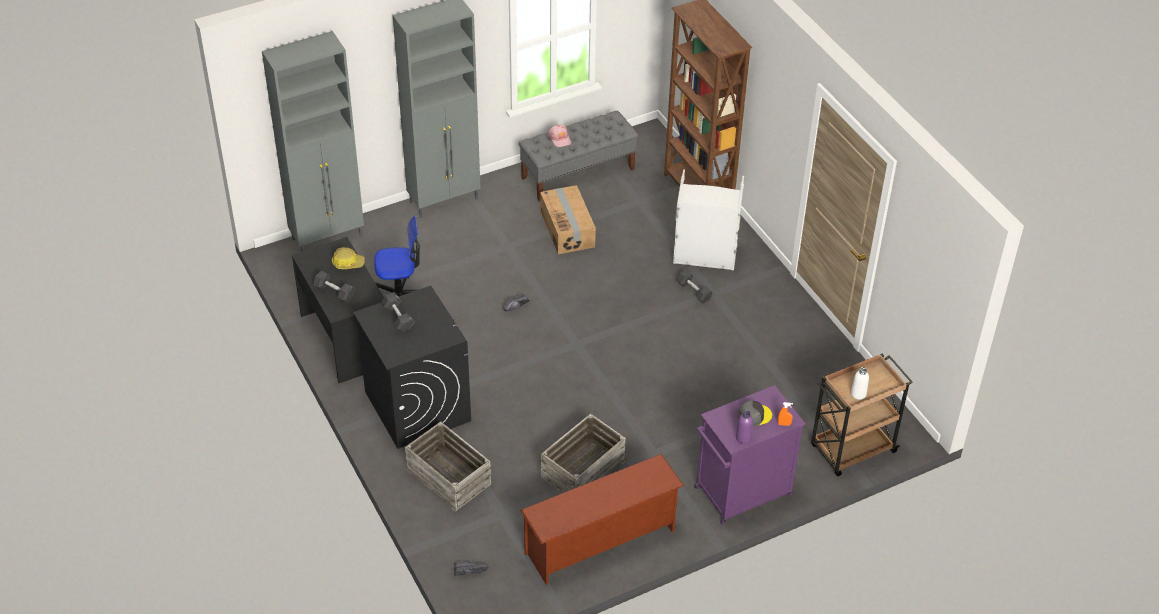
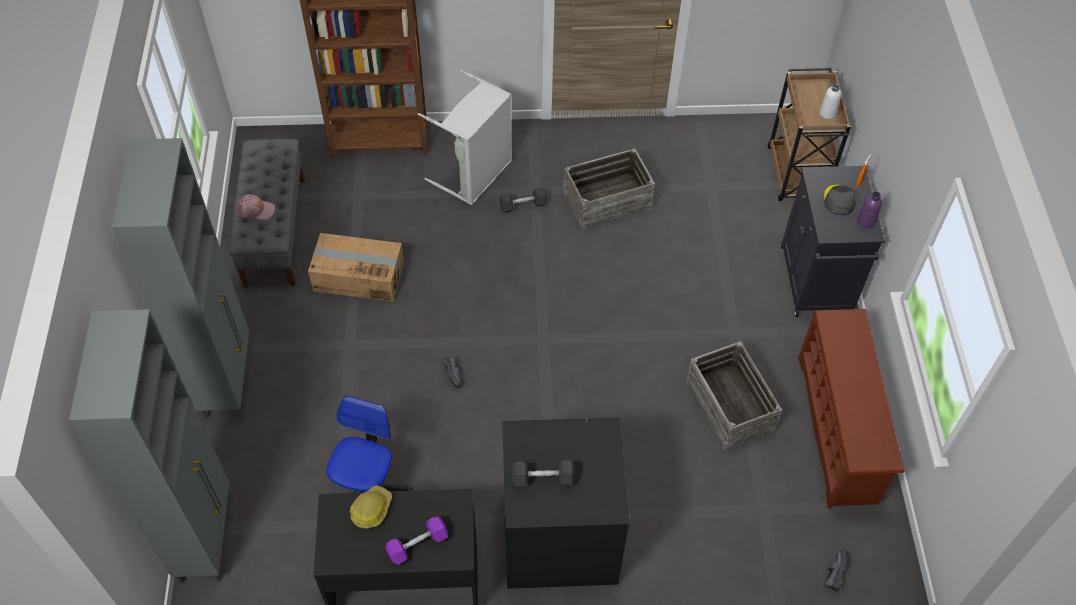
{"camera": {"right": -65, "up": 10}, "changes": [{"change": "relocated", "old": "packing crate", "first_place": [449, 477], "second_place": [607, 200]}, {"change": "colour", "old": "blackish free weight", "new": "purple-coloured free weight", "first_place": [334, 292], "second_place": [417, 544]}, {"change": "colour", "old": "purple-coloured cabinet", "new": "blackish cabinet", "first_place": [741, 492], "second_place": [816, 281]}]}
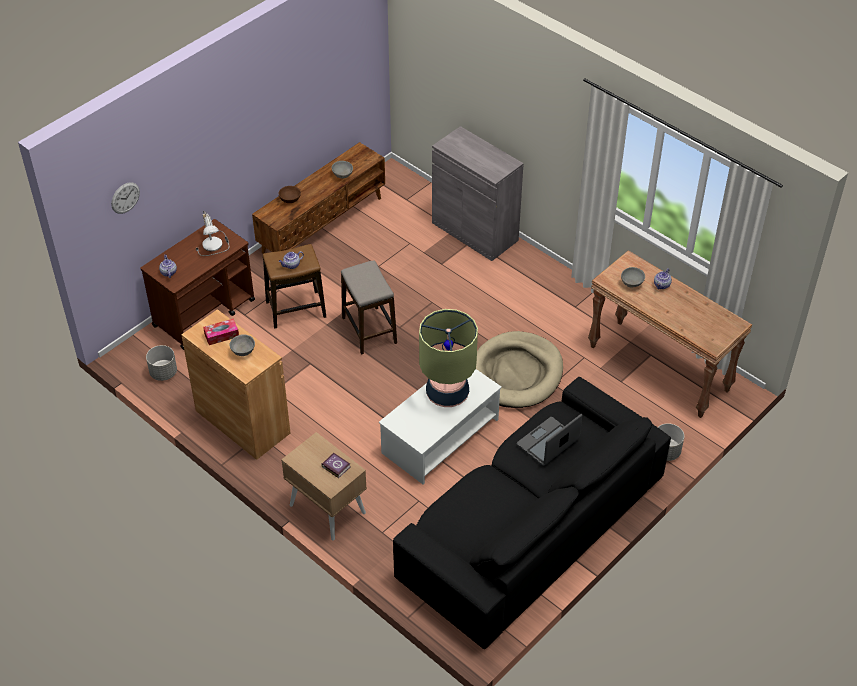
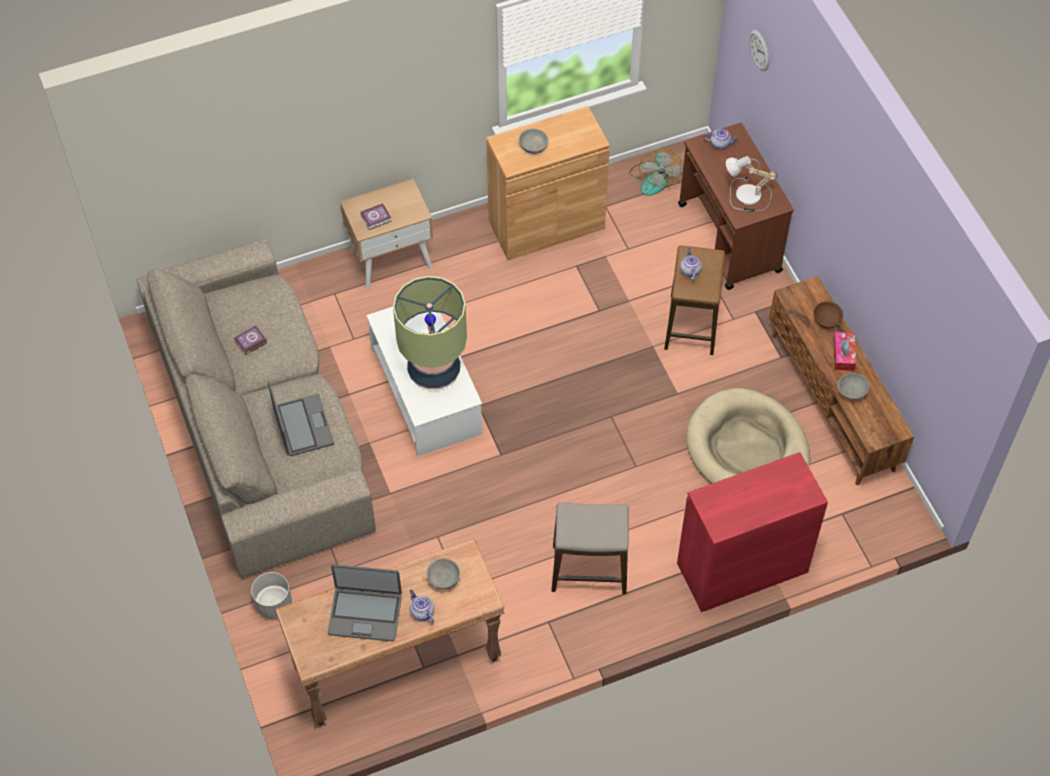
{"camera": {"right": 115, "up": 10}, "changes": [{"change": "appeared", "new": "bound book", "second_place": [250, 342]}, {"change": "appeared", "new": "laptop", "second_place": [365, 614]}, {"change": "relocated", "old": "tissue box", "first_place": [221, 335], "second_place": [843, 354]}, {"change": "relocated", "old": "sitting stool", "first_place": [369, 330], "second_place": [589, 570]}, {"change": "relocated", "old": "beige dog bed", "first_place": [516, 373], "second_place": [747, 449]}, {"change": "exchanged", "old": "greyish flower pot", "new": "cooling fan", "first_place": [163, 372], "second_place": [654, 178]}, {"change": "colour", "old": "blackish couch", "new": "beige couch", "first_place": [530, 525], "second_place": [262, 423]}, {"change": "colour", "old": "greyish cabinet", "new": "reddish cabinet", "first_place": [474, 231], "second_place": [742, 568]}]}
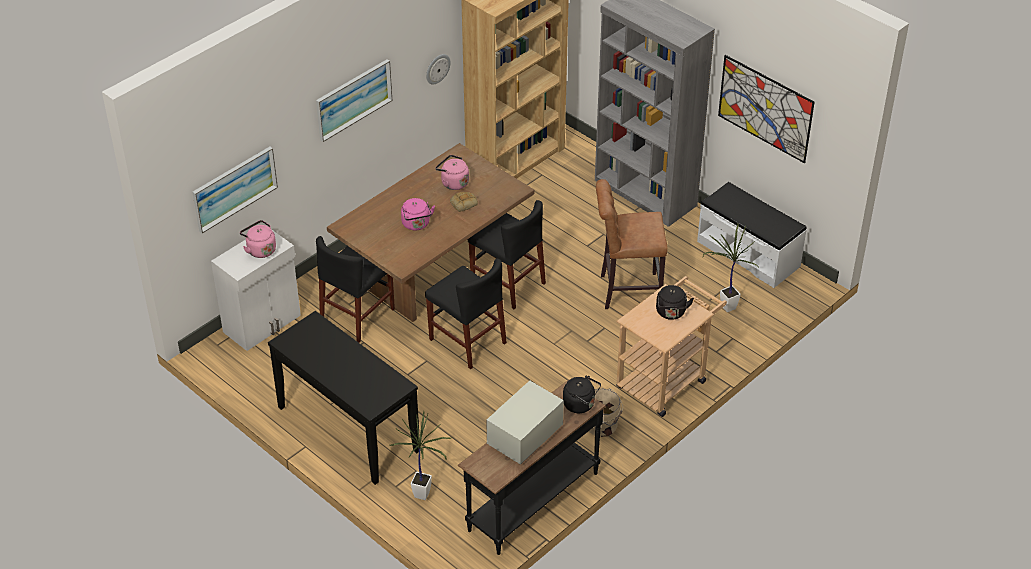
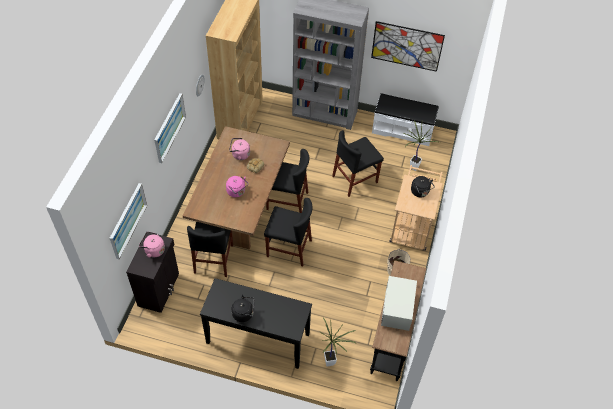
{"camera": {"right": -30, "up": 10}, "changes": [{"change": "relocated", "old": "blackish water kettle", "first_place": [581, 405], "second_place": [244, 314]}, {"change": "exchanged", "old": "brownish sitting stool", "new": "blackish upright chair", "first_place": [626, 291], "second_place": [355, 179]}, {"change": "colour", "old": "white cabinet", "new": "blackish cabinet", "first_place": [263, 324], "second_place": [159, 289]}]}
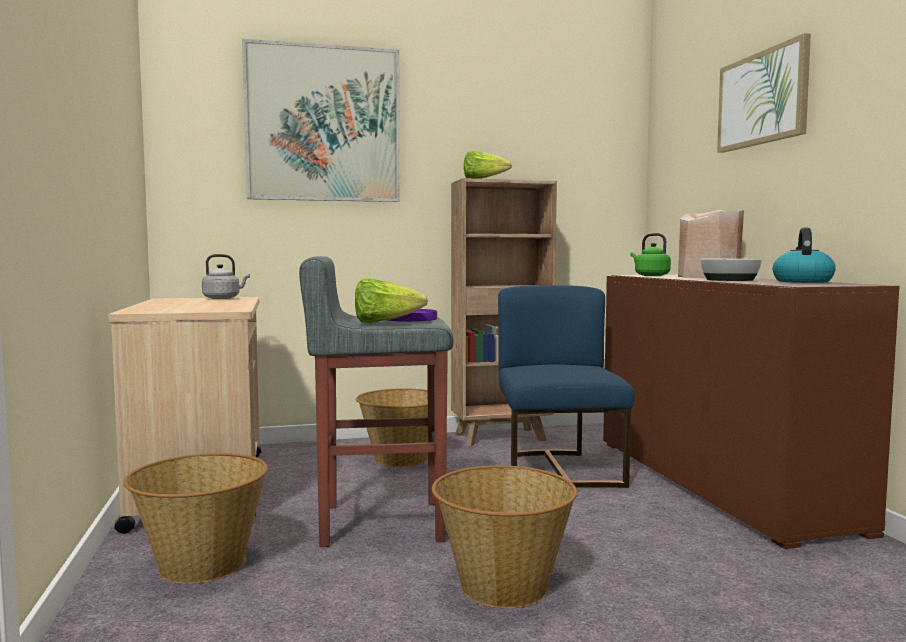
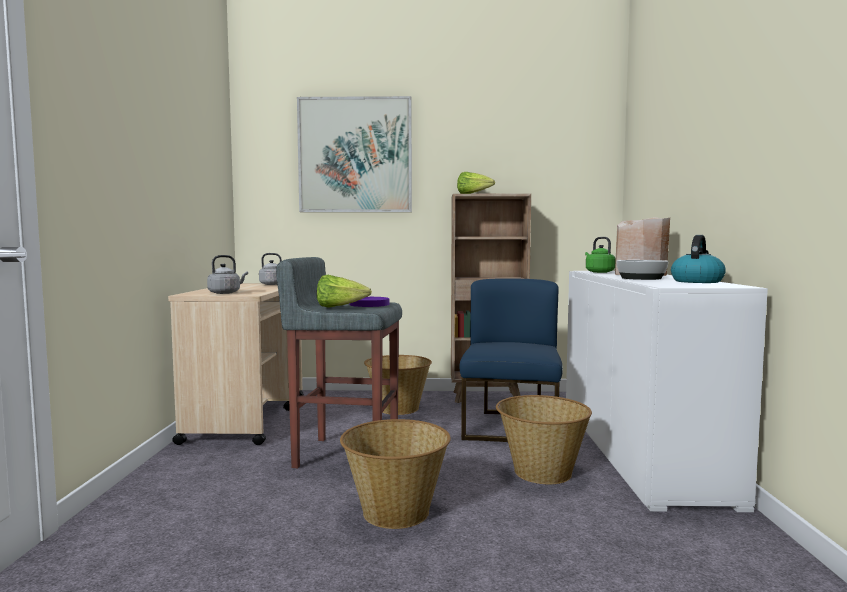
{"camera": {"right": 15, "up": 0}, "changes": [{"change": "missing", "old": "wall art", "first_place": [762, 98]}, {"change": "appeared", "new": "greyish water kettle", "second_place": [226, 293]}, {"change": "relocated", "old": "basket", "first_place": [201, 564], "second_place": [541, 472]}, {"change": "colour", "old": "brownish cabinet", "new": "white cabinet", "first_place": [716, 482], "second_place": [638, 449]}]}
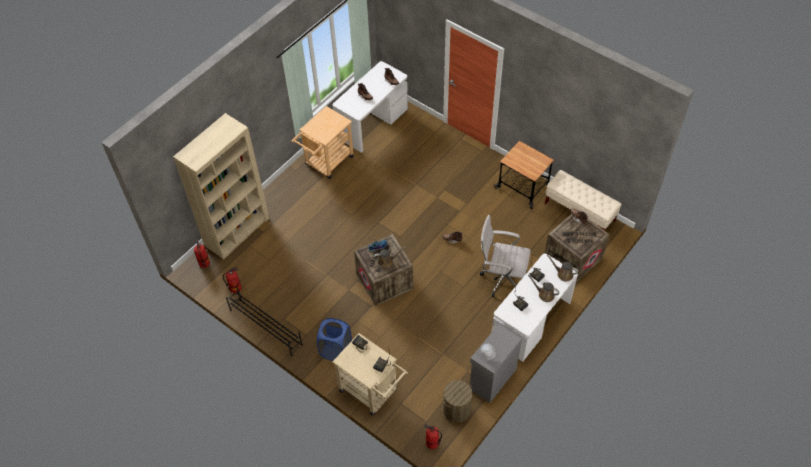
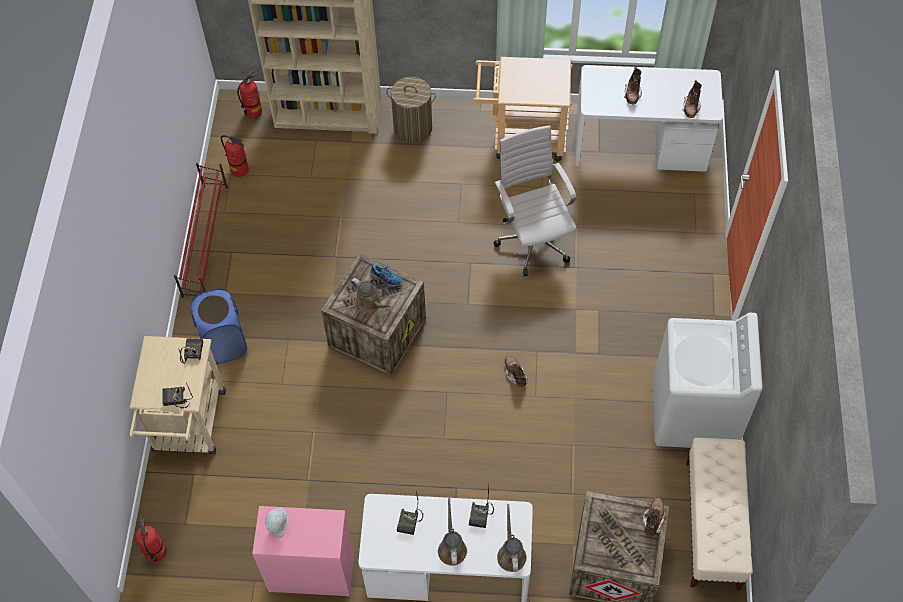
{"camera": {"right": 55, "up": 5}, "changes": [{"change": "relocated", "old": "washing basket", "first_place": [456, 410], "second_place": [413, 128]}, {"change": "relocated", "old": "white office chair", "first_place": [501, 278], "second_place": [532, 240]}, {"change": "exchanged", "old": "trolley", "new": "white washing machine", "first_place": [523, 187], "second_place": [694, 413]}, {"change": "colour", "old": "blackish shoe stand", "new": "reddish shoe stand", "first_place": [265, 326], "second_place": [205, 240]}, {"change": "colour", "old": "greyish cabinet", "new": "pink cabinet", "first_place": [492, 379], "second_place": [311, 571]}]}
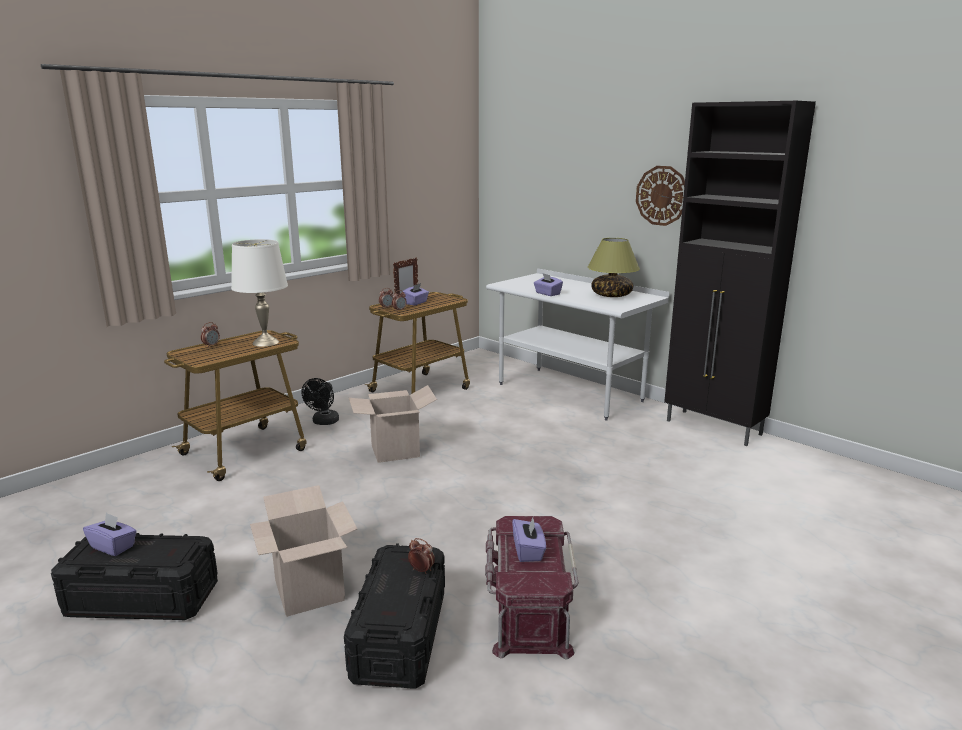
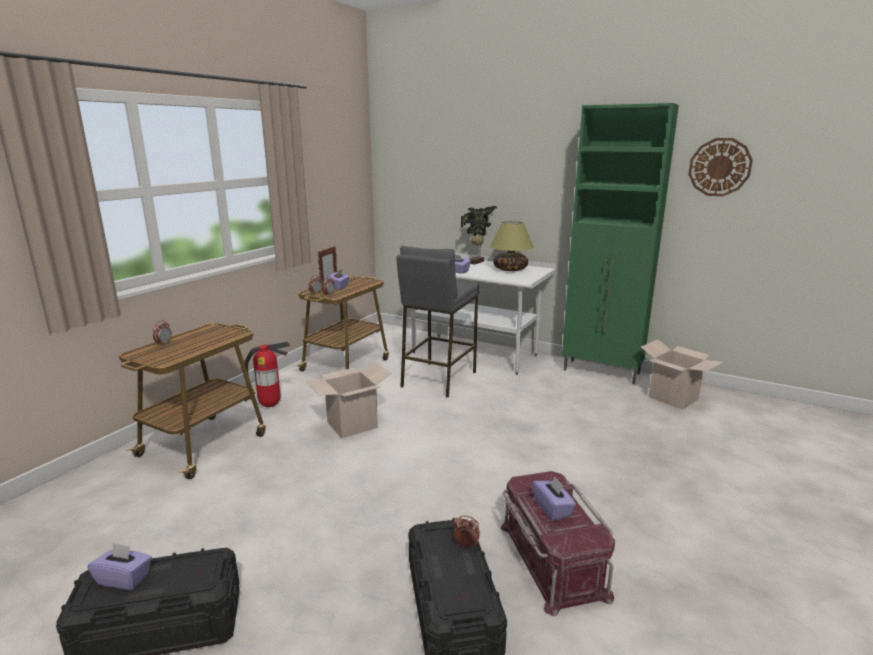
{"camera": {"right": -15, "up": 0}, "changes": [{"change": "missing", "old": "white tabletop lamp", "first_place": [265, 342]}, {"change": "appeared", "new": "greyish sitting stool", "second_place": [438, 379]}, {"change": "appeared", "new": "houseplant", "second_place": [477, 262]}, {"change": "relocated", "old": "packing box", "first_place": [309, 591], "second_place": [673, 398]}, {"change": "relocated", "old": "wall clock", "first_place": [662, 195], "second_place": [719, 167]}, {"change": "exchanged", "old": "blackish cooling fan", "new": "fire-fighting cylinder", "first_place": [324, 422], "second_place": [270, 405]}, {"change": "colour", "old": "blackish cabinet", "new": "green cabinet", "first_place": [714, 428], "second_place": [602, 372]}]}
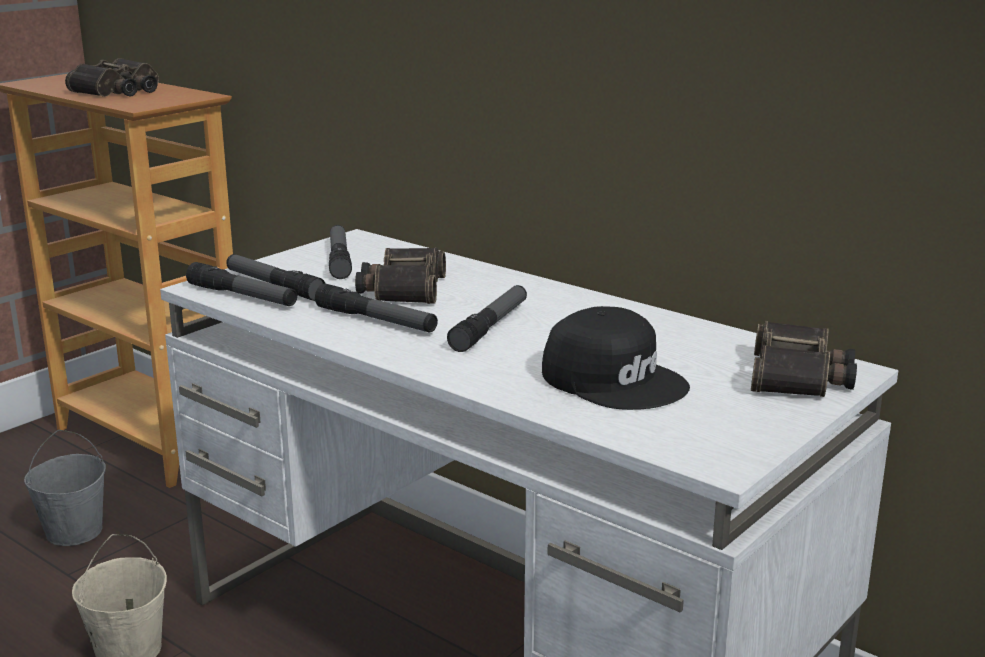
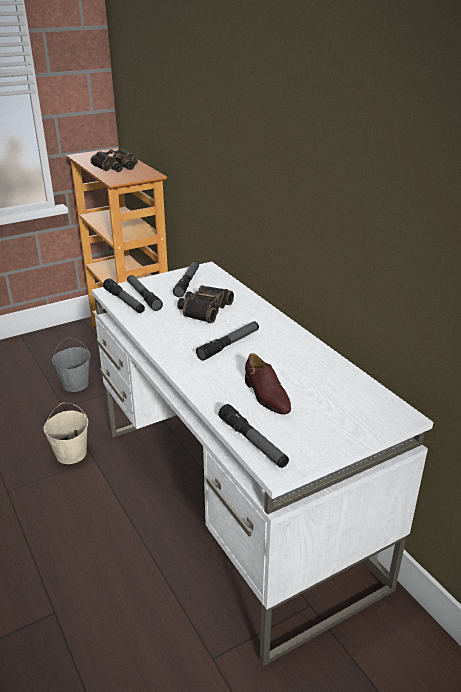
{"camera": {"right": 20, "up": 10}, "changes": [{"change": "missing", "old": "pair of binoculars", "first_place": [799, 376]}, {"change": "relocated", "old": "torch", "first_place": [376, 320], "second_place": [252, 442]}, {"change": "exchanged", "old": "blackish cap", "new": "brownish low shoe", "first_place": [614, 379], "second_place": [266, 396]}]}
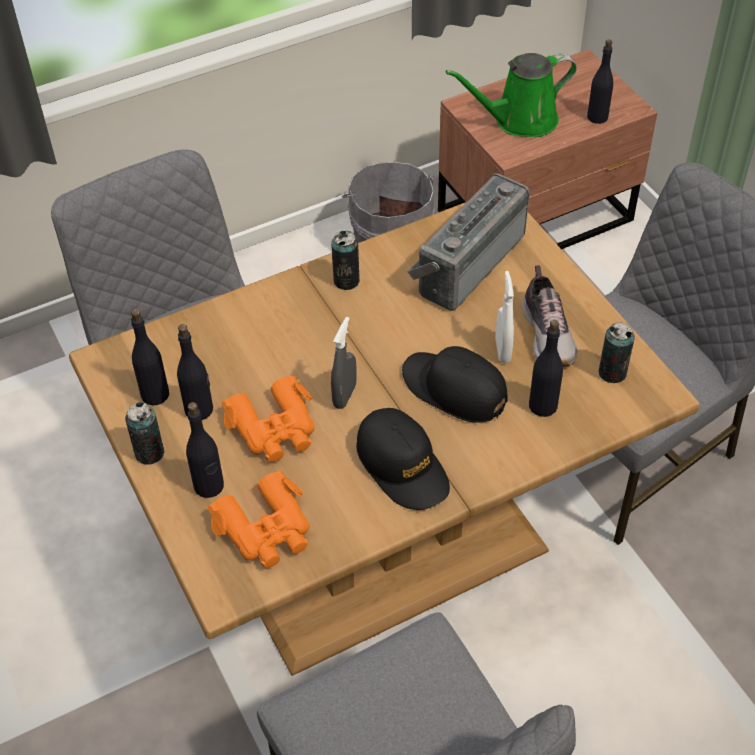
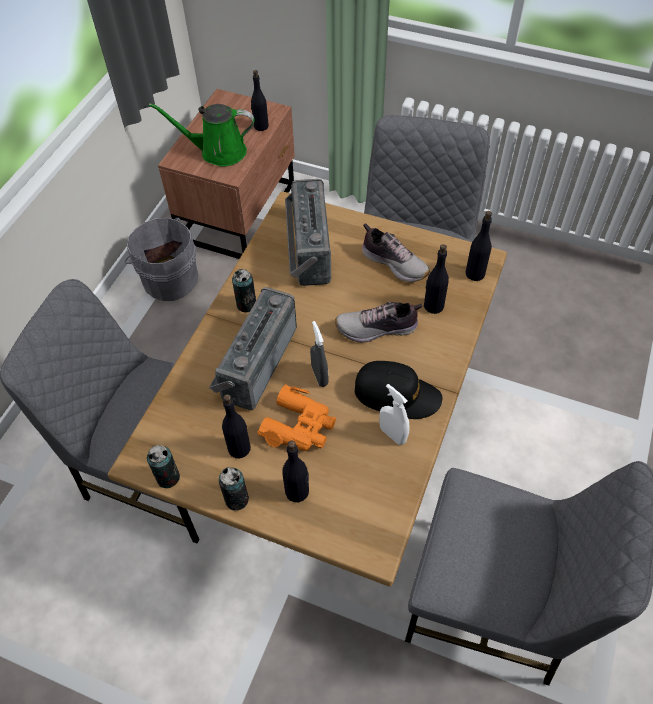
{"camera": {"right": -40, "up": 5}, "changes": [{"change": "missing", "old": "orangey pair of binoculars", "first_place": [266, 529]}, {"change": "appeared", "new": "radio set", "second_place": [255, 361]}, {"change": "relocated", "old": "blackish beverage bottle", "first_place": [155, 394], "second_place": [475, 273]}, {"change": "relocated", "old": "white sprayer", "first_place": [502, 350], "second_place": [392, 434]}, {"change": "relocated", "old": "metal can", "first_place": [612, 373], "second_place": [168, 477]}, {"change": "exchanged", "old": "blackish cap", "new": "low shoe", "first_place": [454, 389], "second_place": [377, 329]}, {"change": "spun", "old": "green watering pot", "first_place": [519, 120], "second_place": [218, 152], "degrees": 60}]}
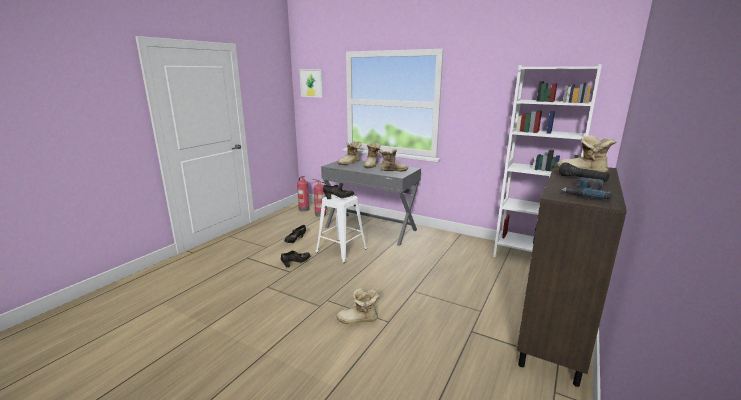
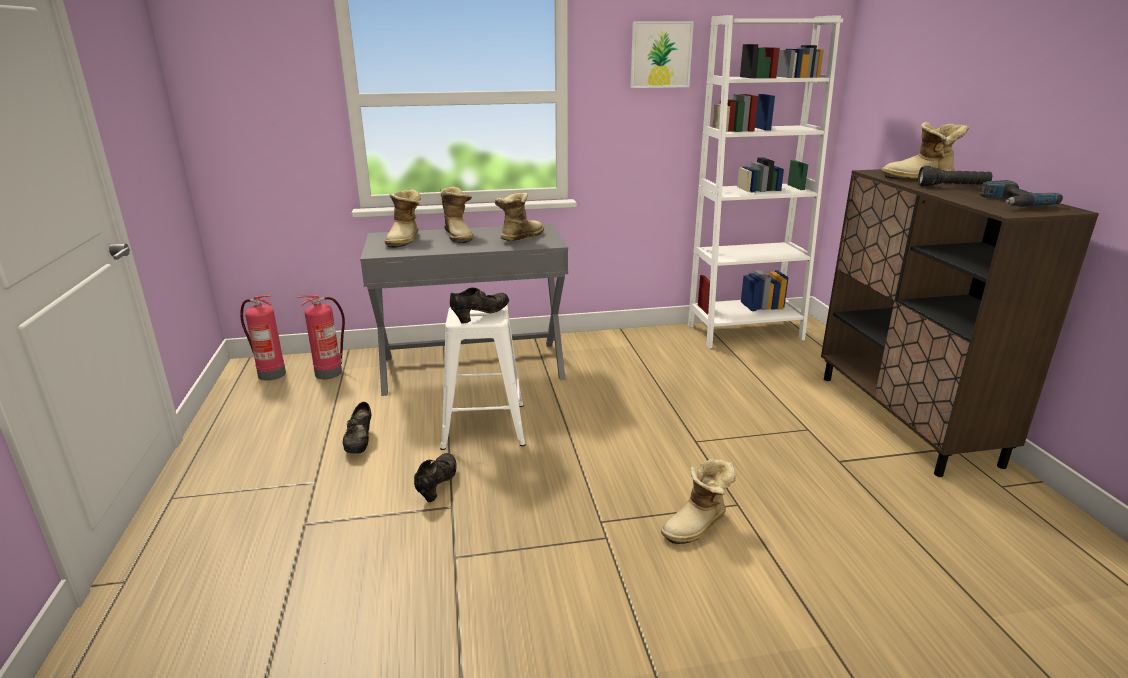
{"camera": {"right": -40, "up": 5}, "changes": [{"change": "relocated", "old": "wall art", "first_place": [311, 83], "second_place": [661, 55]}]}
